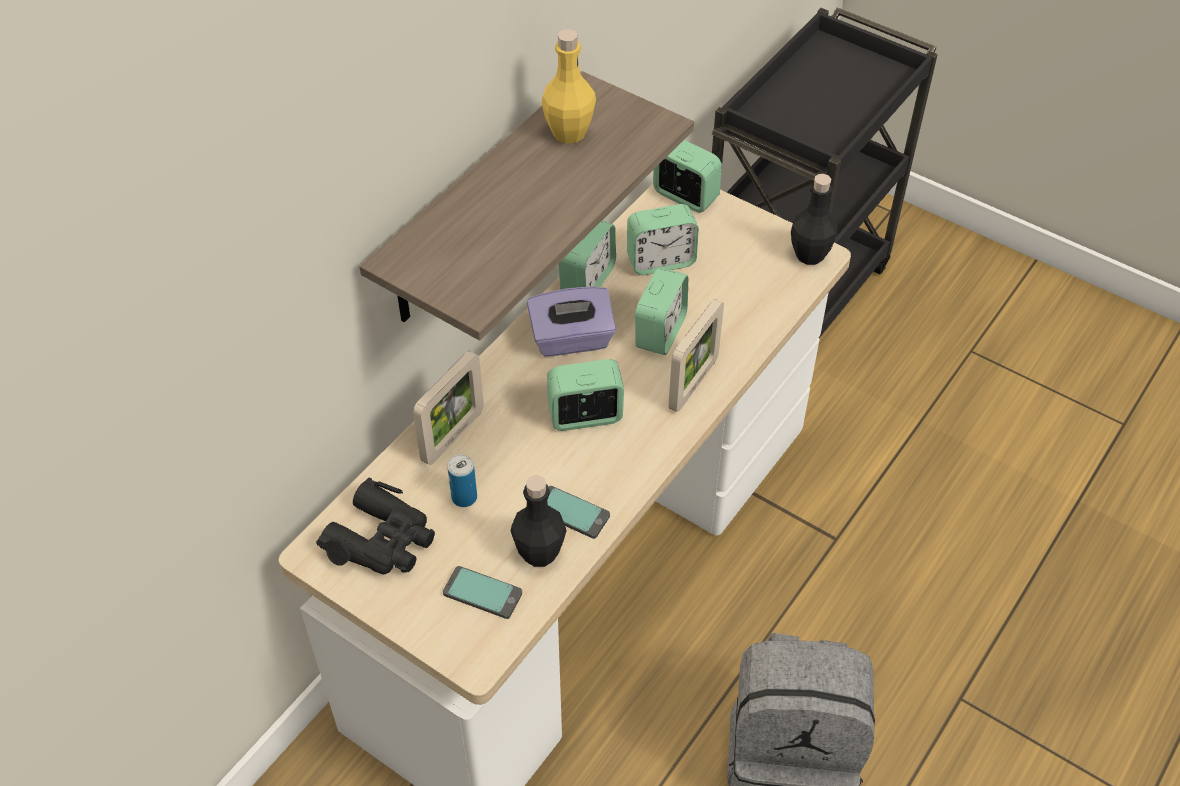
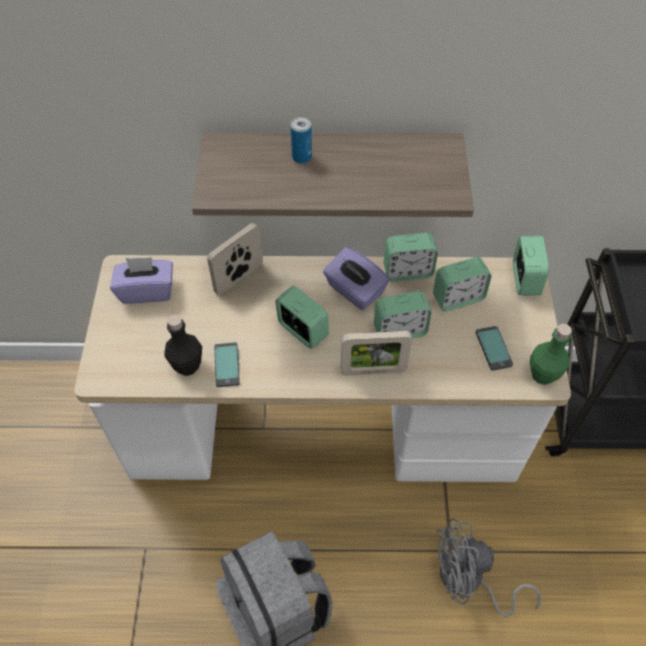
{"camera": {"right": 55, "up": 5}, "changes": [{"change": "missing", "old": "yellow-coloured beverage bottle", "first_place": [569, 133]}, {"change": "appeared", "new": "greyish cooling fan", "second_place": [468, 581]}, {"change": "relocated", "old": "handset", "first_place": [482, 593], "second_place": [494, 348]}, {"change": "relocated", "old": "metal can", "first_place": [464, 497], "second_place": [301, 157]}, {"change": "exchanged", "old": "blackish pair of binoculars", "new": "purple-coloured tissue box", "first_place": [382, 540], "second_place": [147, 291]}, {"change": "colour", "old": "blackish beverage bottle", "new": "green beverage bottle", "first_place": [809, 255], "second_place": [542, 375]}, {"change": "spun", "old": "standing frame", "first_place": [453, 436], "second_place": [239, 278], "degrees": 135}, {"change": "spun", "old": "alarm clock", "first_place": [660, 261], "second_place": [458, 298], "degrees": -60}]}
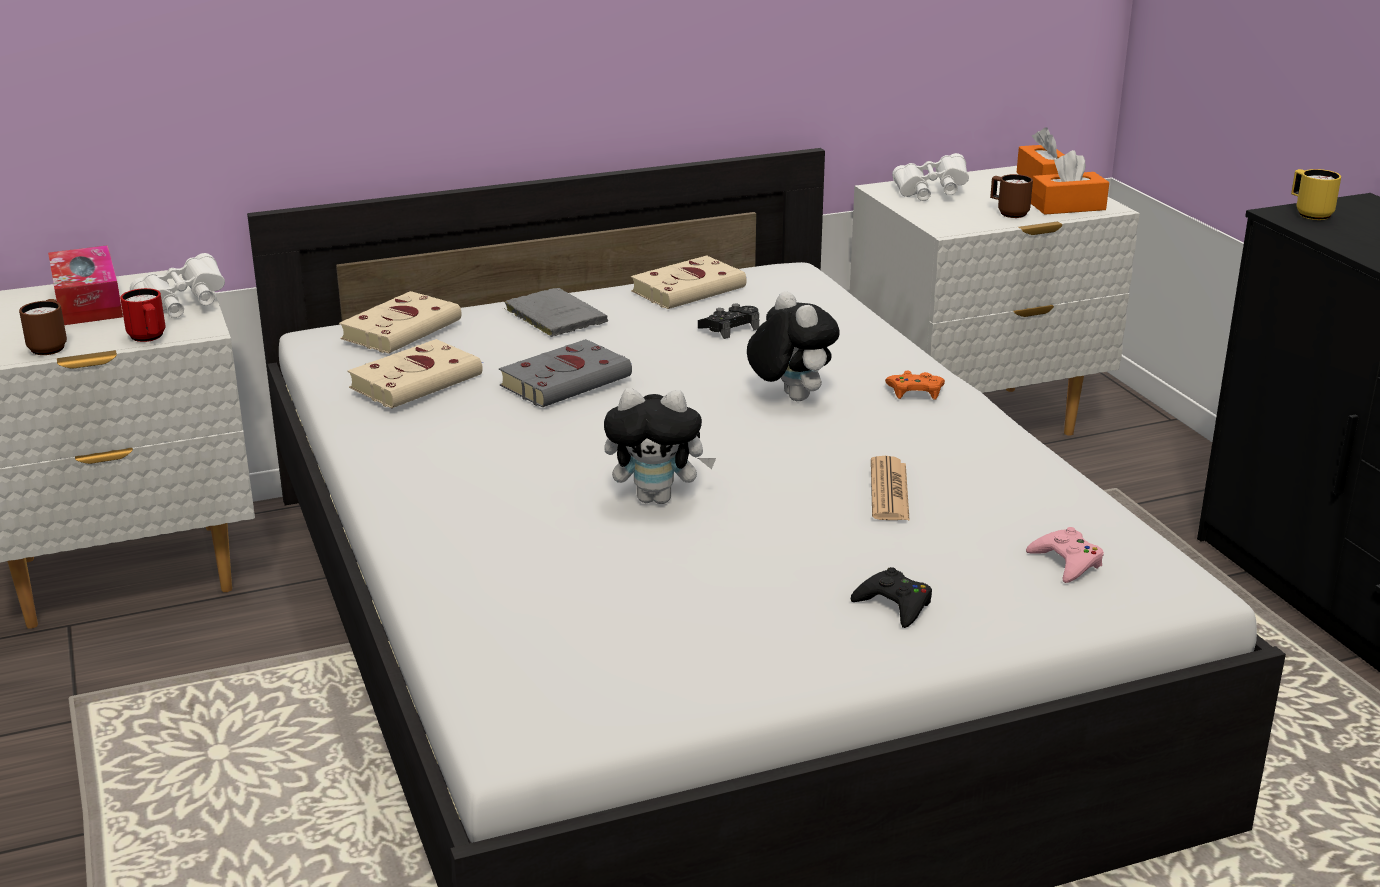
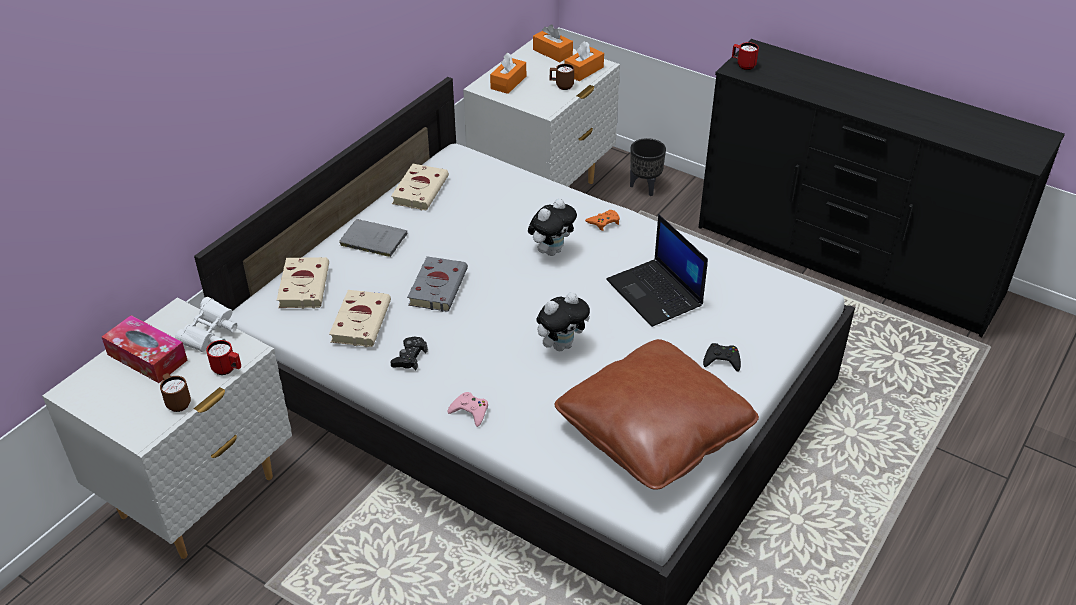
{"camera": {"right": -35, "up": 15}, "changes": [{"change": "appeared", "new": "brownish throw pillow", "second_place": [654, 432]}, {"change": "appeared", "new": "blackish flower pot", "second_place": [644, 187]}, {"change": "relocated", "old": "blackish gamepad", "first_place": [730, 328], "second_place": [409, 357]}, {"change": "relocated", "old": "pink gamepad", "first_place": [1066, 562], "second_place": [470, 411]}, {"change": "exchanged", "old": "newspaper", "new": "laptop", "first_place": [889, 491], "second_place": [656, 293]}, {"change": "exchanged", "old": "white pair of binoculars", "new": "orangey tissue box", "first_place": [930, 193], "second_place": [508, 82]}, {"change": "colour", "old": "yellow-coloured mug", "new": "reddish mug", "first_place": [1309, 213], "second_place": [743, 65]}, {"change": "spun", "old": "soft toy", "first_place": [789, 397], "second_place": [551, 250], "degrees": 105}]}
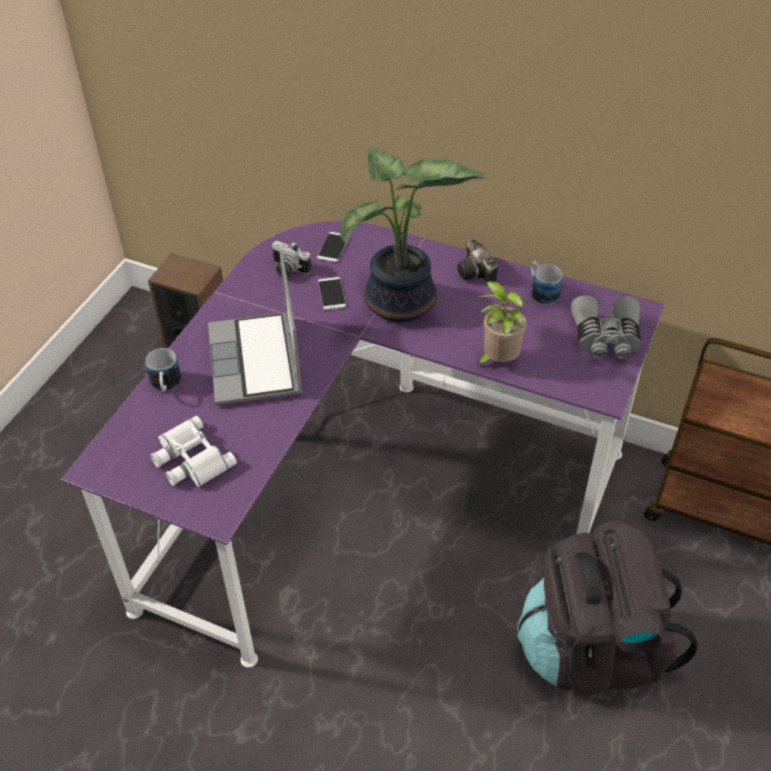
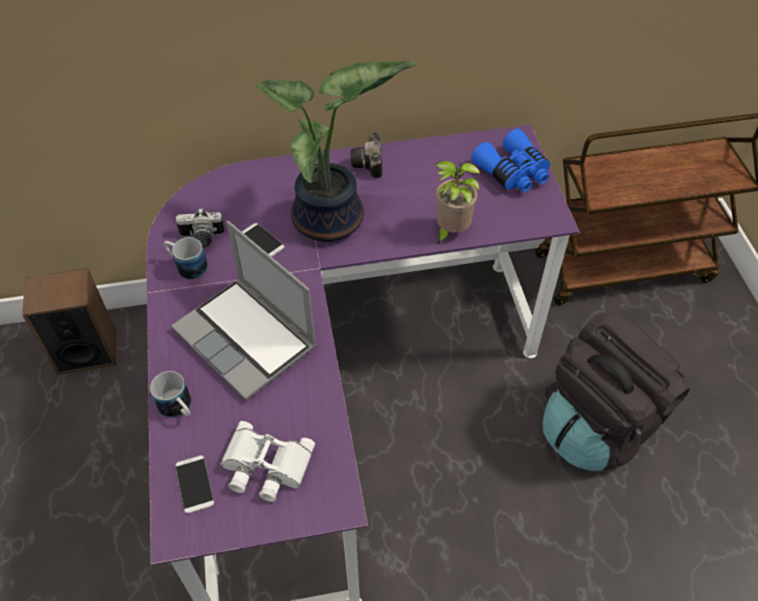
{"camera": {"right": -35, "up": 5}, "changes": [{"change": "relocated", "old": "handset", "first_place": [333, 247], "second_place": [194, 484]}, {"change": "relocated", "old": "mug", "first_place": [541, 291], "second_place": [187, 266]}, {"change": "colour", "old": "greyish pair of binoculars", "new": "blue-coloured pair of binoculars", "first_place": [606, 338], "second_place": [513, 172]}, {"change": "spun", "old": "still camera", "first_place": [476, 273], "second_place": [369, 165], "degrees": 60}]}
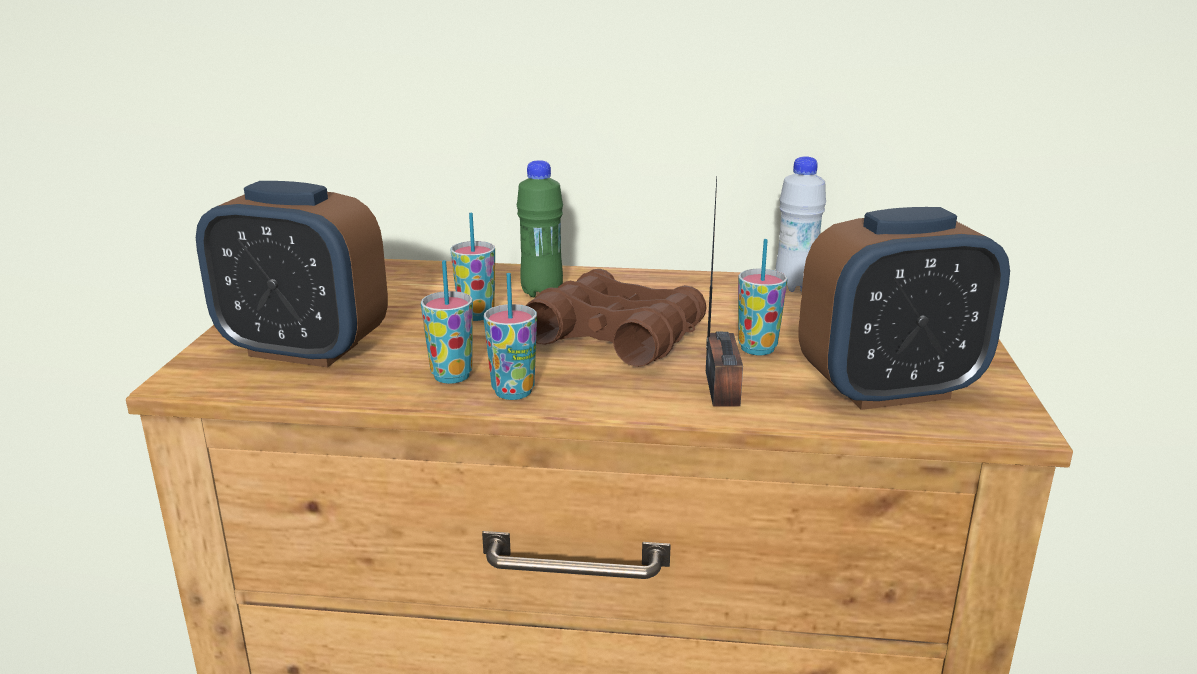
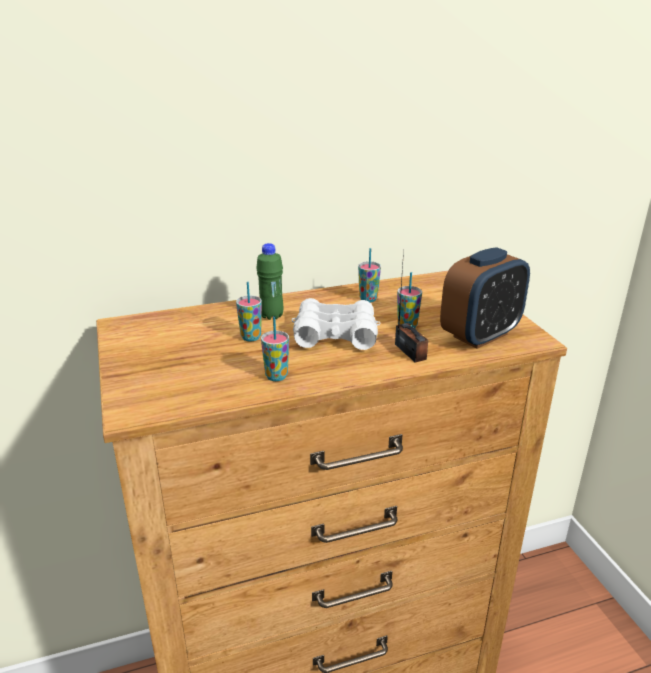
{"camera": {"right": -25, "up": 5}, "changes": [{"change": "missing", "old": "alarm clock", "first_place": [303, 350]}, {"change": "missing", "old": "white beverage bottle", "first_place": [795, 287]}, {"change": "relocated", "old": "cup", "first_place": [513, 392], "second_place": [368, 299]}, {"change": "colour", "old": "brownish pair of binoculars", "new": "white pair of binoculars", "first_place": [616, 336], "second_place": [335, 334]}]}
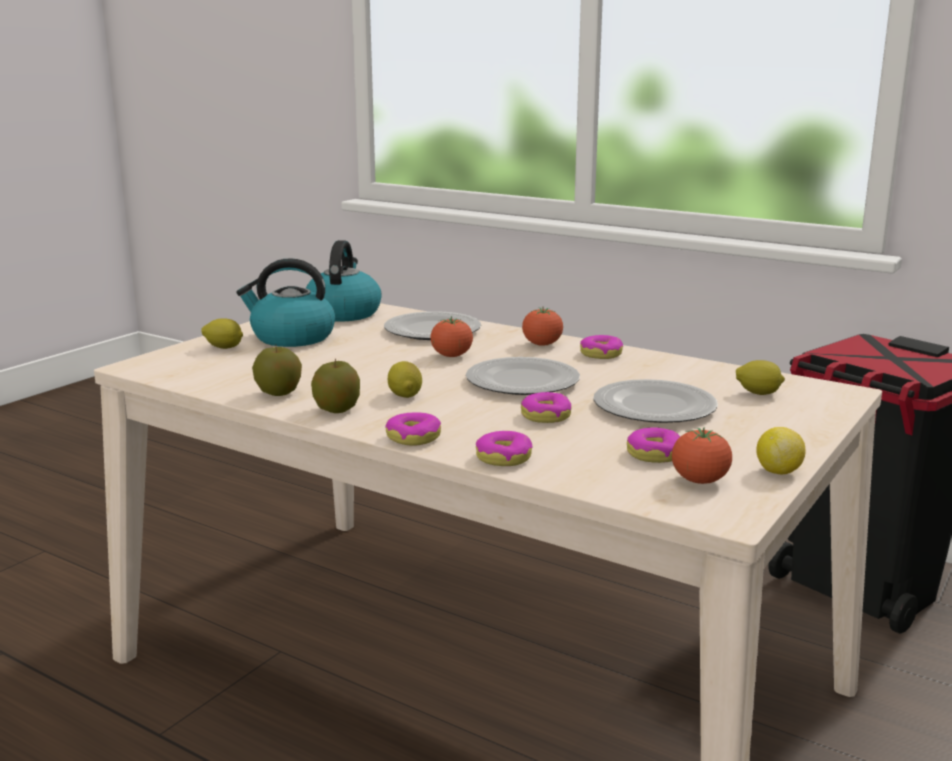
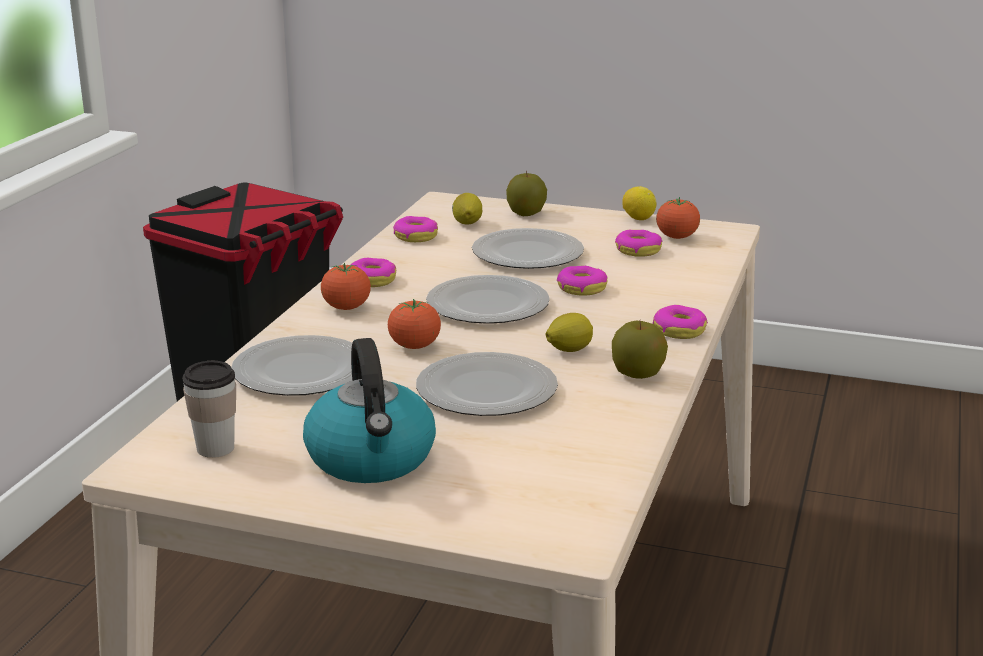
{"camera": {"right": -105, "up": 5}, "changes": [{"change": "missing", "old": "whole lemon", "first_place": [224, 348]}, {"change": "appeared", "new": "dinner plate", "second_place": [488, 390]}, {"change": "relocated", "old": "apple fruit", "first_place": [279, 393], "second_place": [526, 214]}, {"change": "relocated", "old": "ring doughnut", "first_place": [504, 457], "second_place": [416, 236]}, {"change": "exchanged", "old": "water kettle", "new": "cup", "first_place": [343, 313], "second_place": [215, 448]}]}
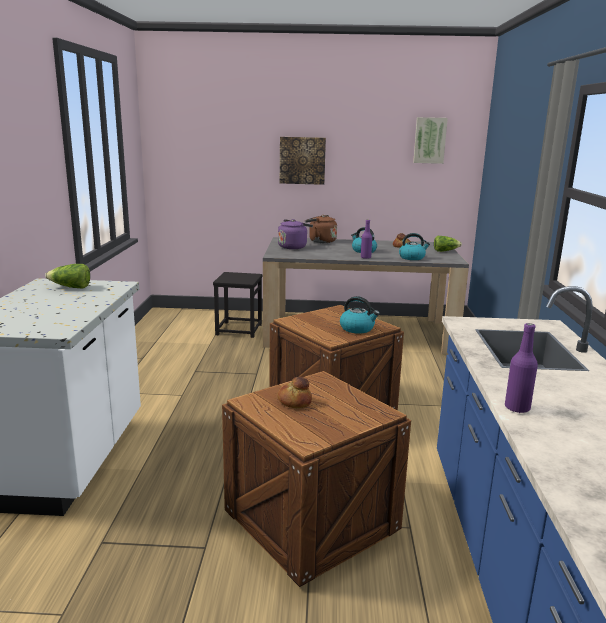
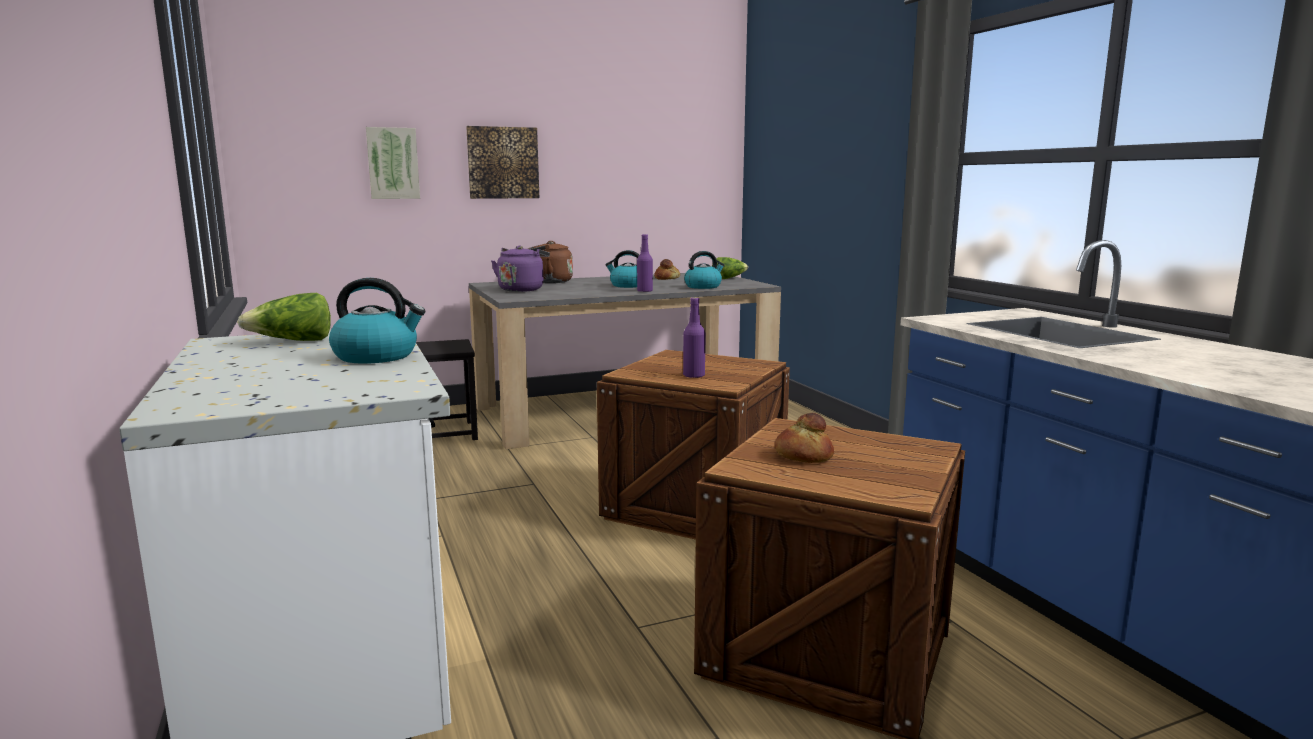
{"camera": {"right": -25, "up": -5}, "changes": [{"change": "relocated", "old": "water kettle", "first_place": [357, 328], "second_place": [377, 356]}, {"change": "relocated", "old": "wall art", "first_place": [429, 140], "second_place": [393, 163]}, {"change": "relocated", "old": "purple-coloured beverage bottle", "first_place": [517, 408], "second_place": [693, 376]}]}
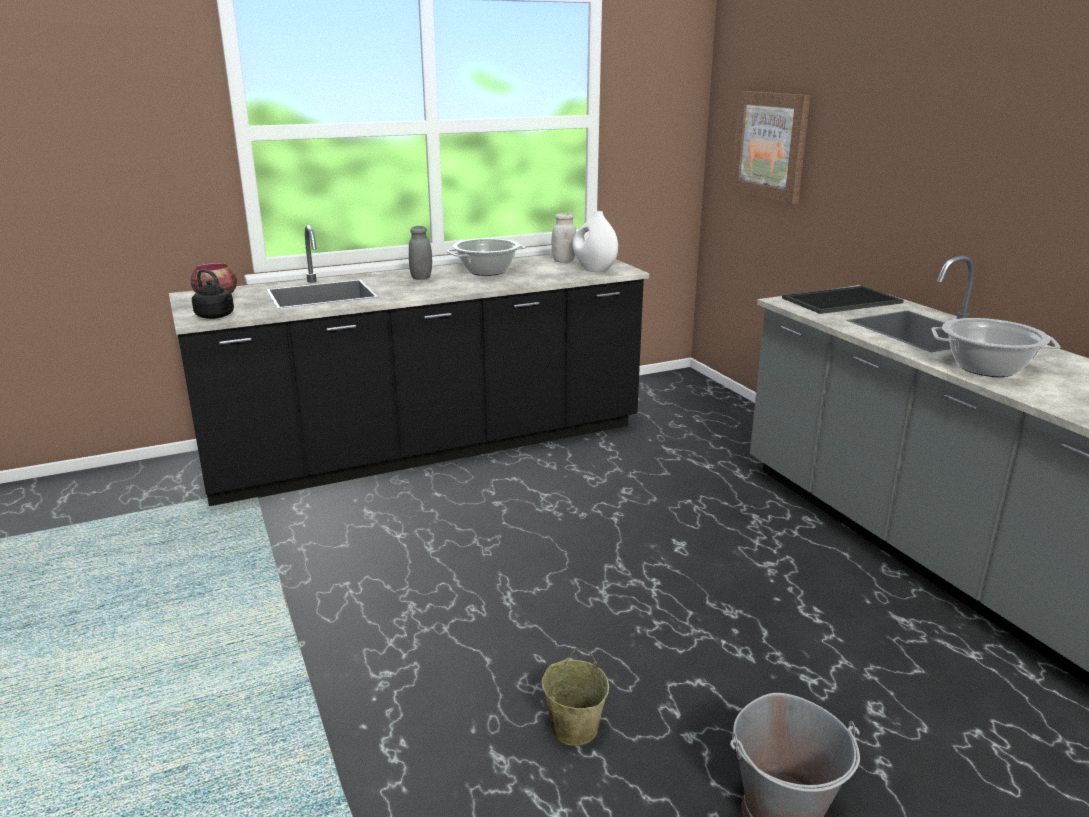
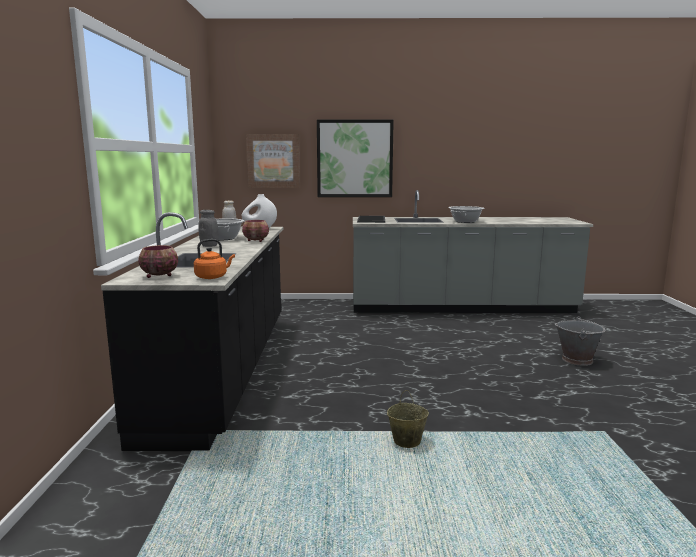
{"camera": {"right": -65, "up": -10}, "changes": [{"change": "appeared", "new": "deep dish", "second_place": [256, 241]}, {"change": "appeared", "new": "wall art", "second_place": [354, 158]}, {"change": "relocated", "old": "beige bucket", "first_place": [573, 728], "second_place": [406, 441]}, {"change": "colour", "old": "blackish water kettle", "new": "orangey water kettle", "first_place": [216, 316], "second_place": [213, 277]}]}
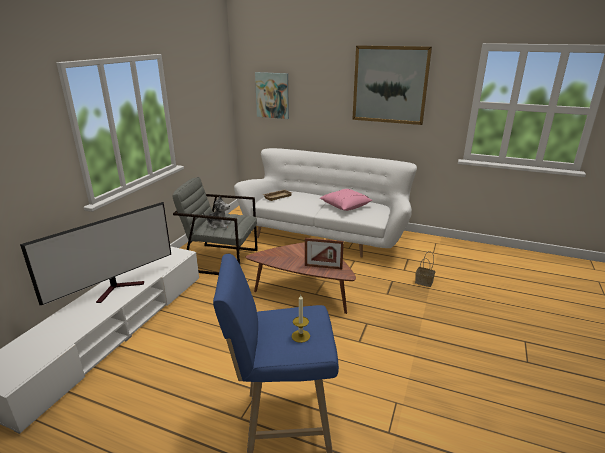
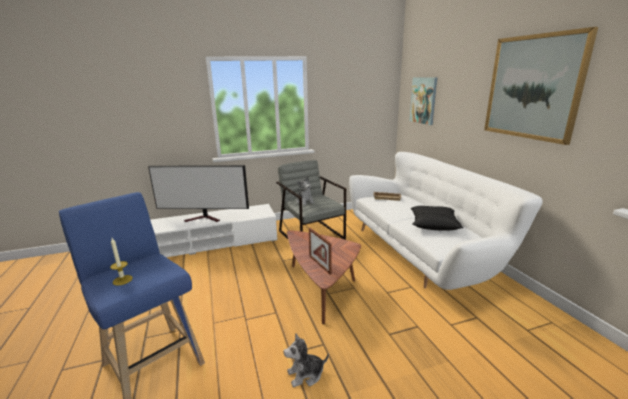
{"camera": {"right": 50, "up": -5}, "changes": [{"change": "missing", "old": "basket", "first_place": [424, 282]}, {"change": "appeared", "new": "soft toy", "second_place": [305, 374]}, {"change": "colour", "old": "pink throw pillow", "new": "blackish throw pillow", "first_place": [345, 206], "second_place": [433, 225]}]}
